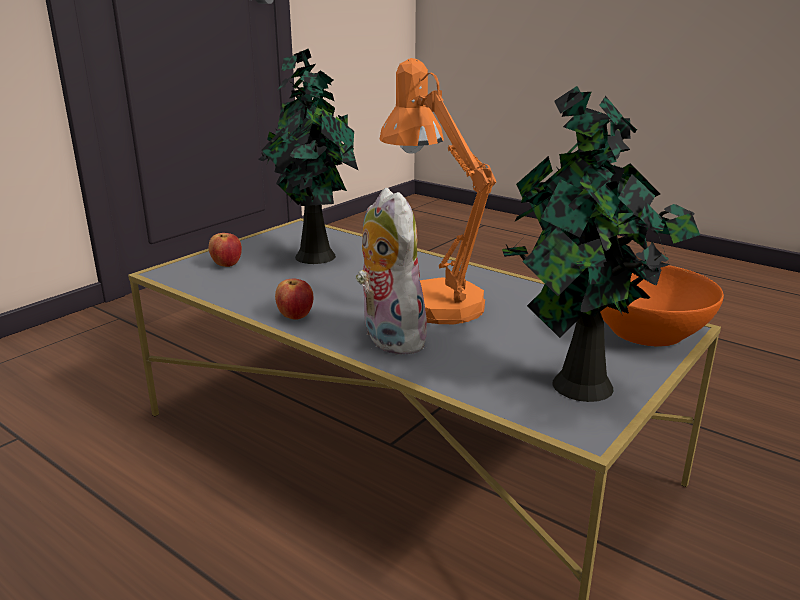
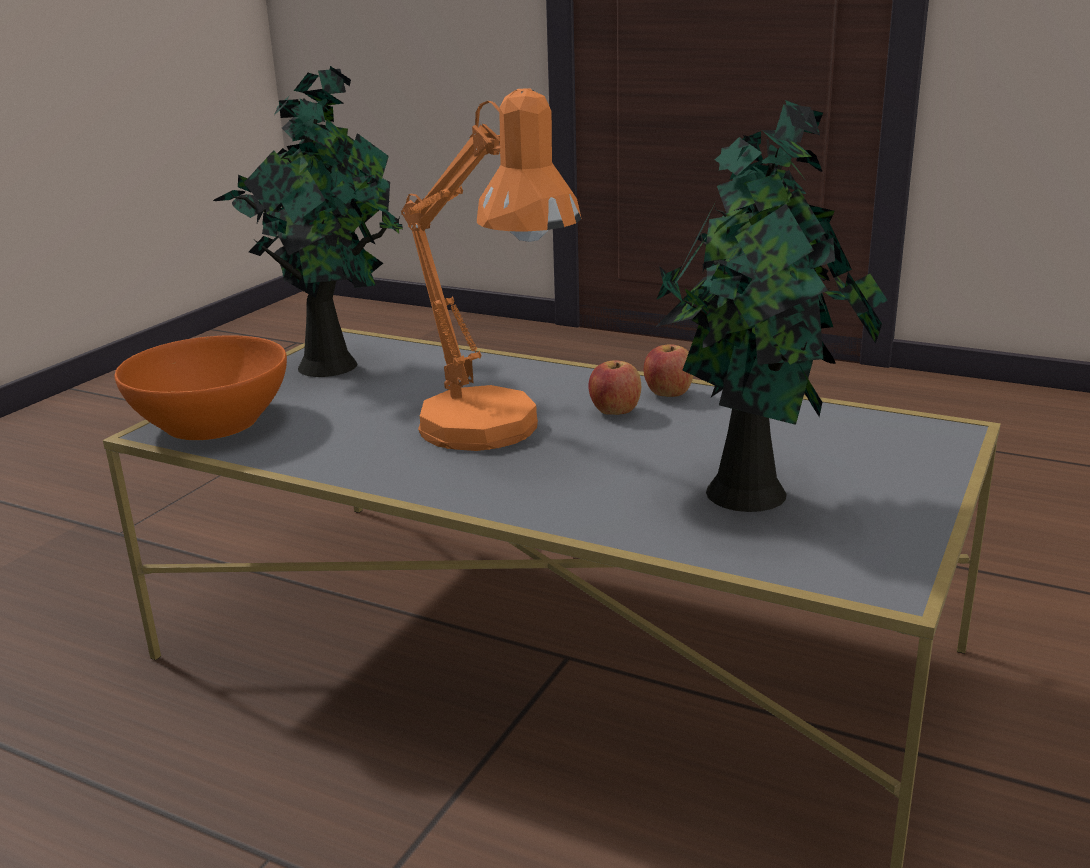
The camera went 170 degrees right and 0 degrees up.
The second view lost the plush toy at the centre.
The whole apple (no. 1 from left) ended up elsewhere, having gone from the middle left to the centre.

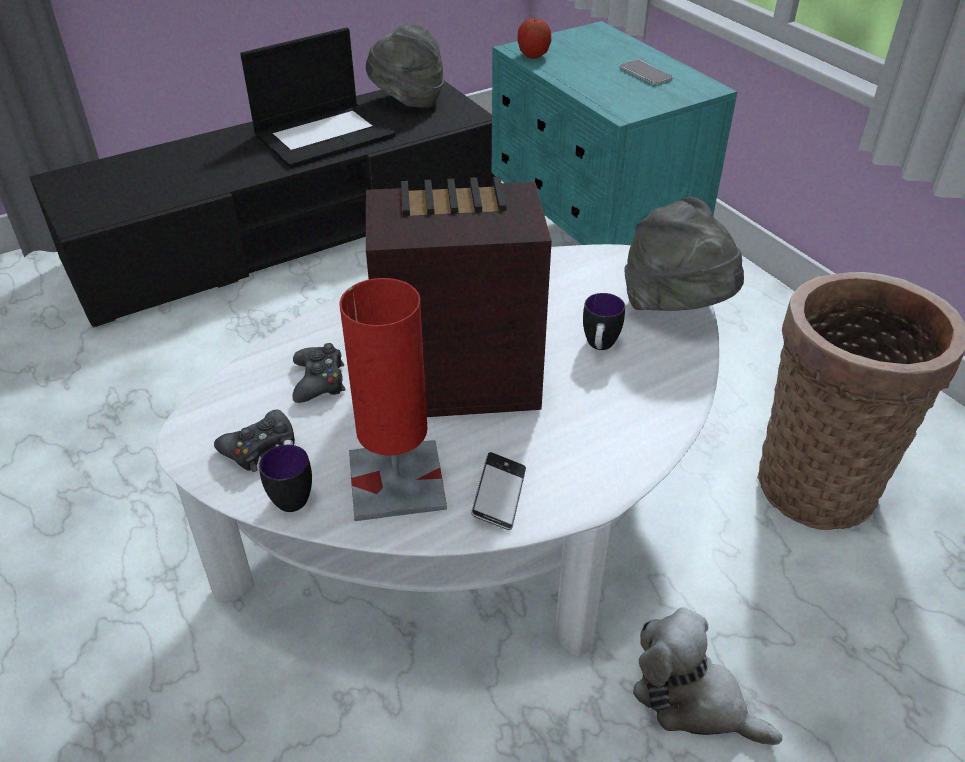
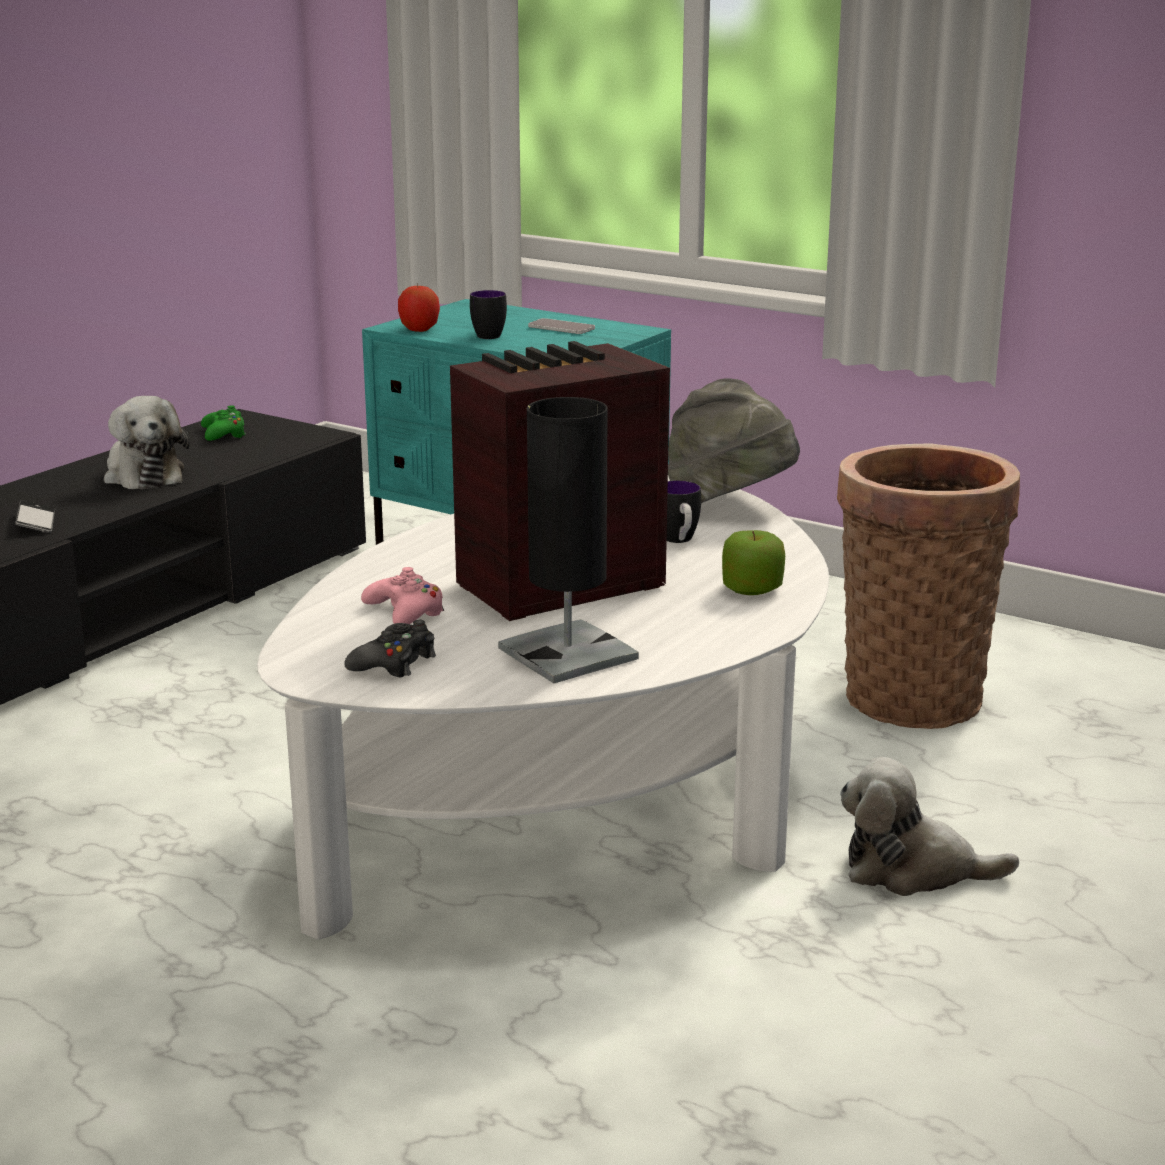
The camera went 25 degrees left and 20 degrees down.
The second view gained the whole apple (no. 2 from left) at the centre.
The mug (no. 1 from left) ended up elsewhere, having gone from the middle left to the top centre.
The phone (no. 1 from left) ended up elsewhere, having gone from the centre to the middle left.
Where the notebook computer stood at the top left, the plush toy (no. 1 from left) came to stand at the middle left.
Where the greyish hat (no. 1 from left) stood at the top centre, the green-coloured game controller came to stand at the middle left.
What was the black-coloured game controller (no. 2 from left) at the middle left turned into the pink-coloured game controller at the centre.
What was the red-coloured tabletop lamp at the centre turned into the black-coloured tabletop lamp at the centre.

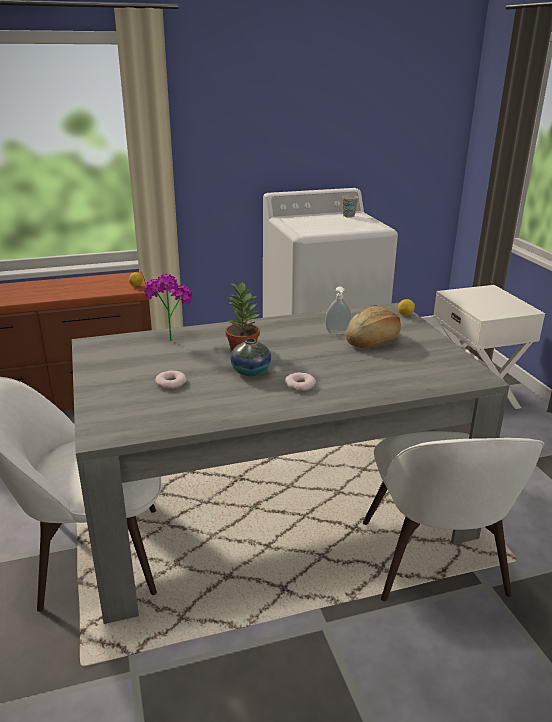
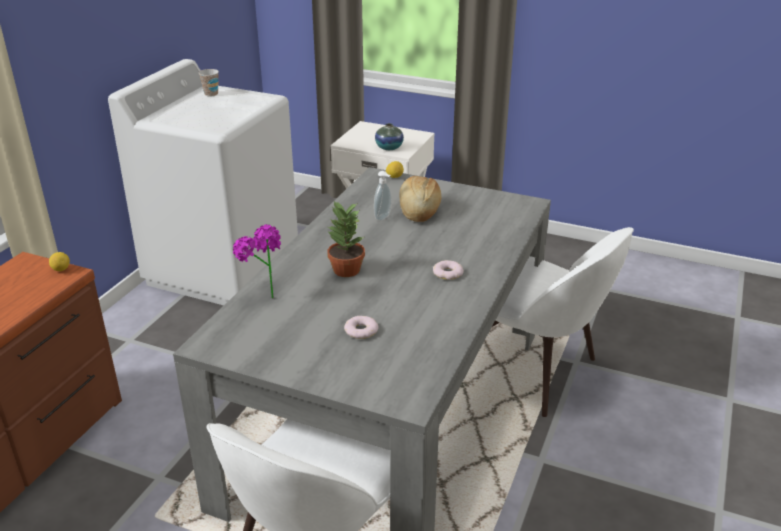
The camera went 50 degrees left and 5 degrees up.
The flower vase ended up elsewhere, having gone from the centre to the top centre.

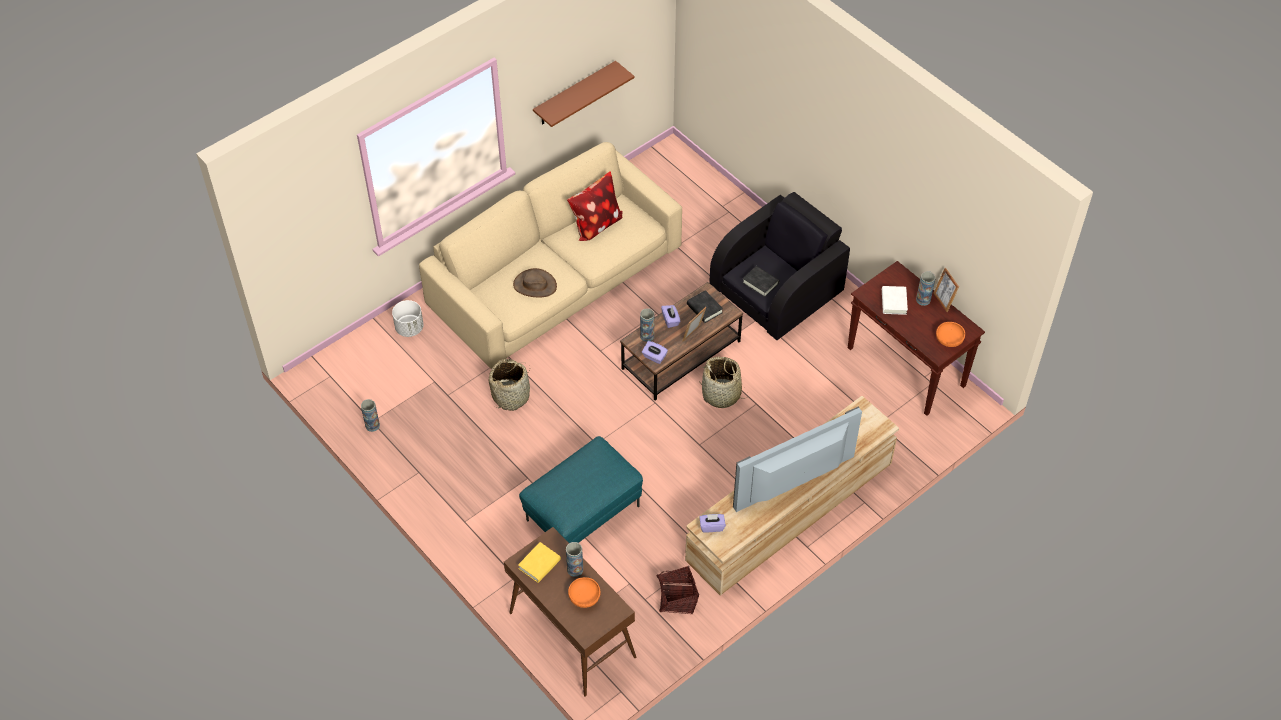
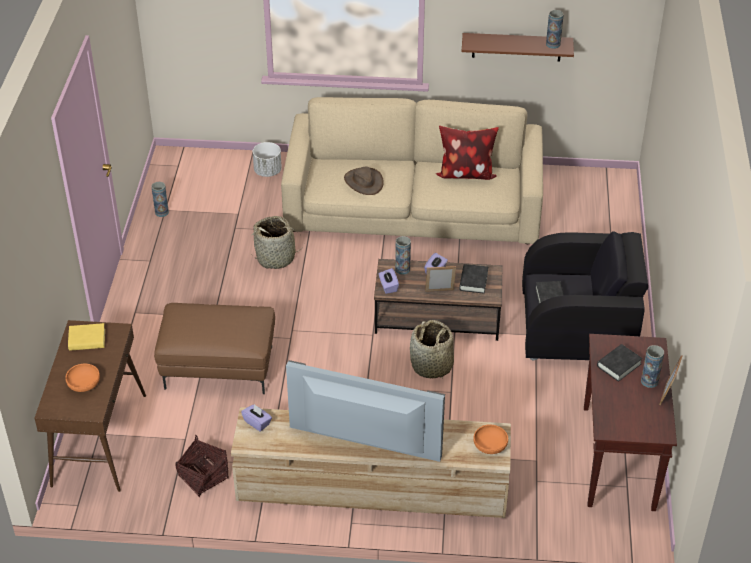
The camera went 45 degrees right and 10 degrees down.
The flower vase (no. 2 from left in the first image) ended up elsewhere, having gone from the bottom centre to the top right.
The orange bowl (no. 2 from left) ended up elsewhere, having gone from the middle right to the bottom centre.
What was the blue-green pouffe at the bottom centre turned into the brownish pouffe at the middle left.
What was the white bound book at the middle right turned into the black-coloured bound book (no. 3 from left) at the middle right.

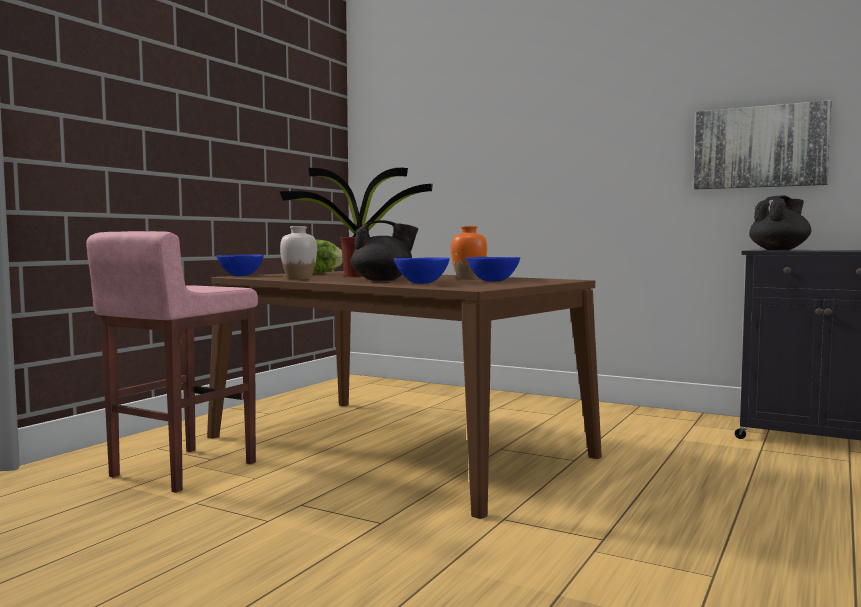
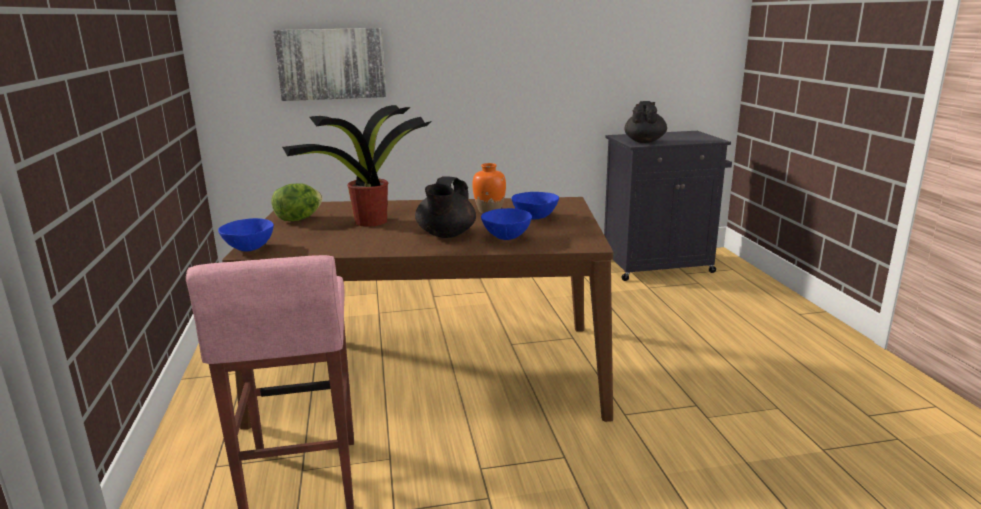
The camera went 40 degrees left and 15 degrees up.
The second view lost the white flower vase at the centre.
The wall art ended up elsewhere, having gone from the top right to the top centre.
The black-coloured teapot (no. 1 from left) at the centre ended up facing another way, 150 degrees clockwise from before.

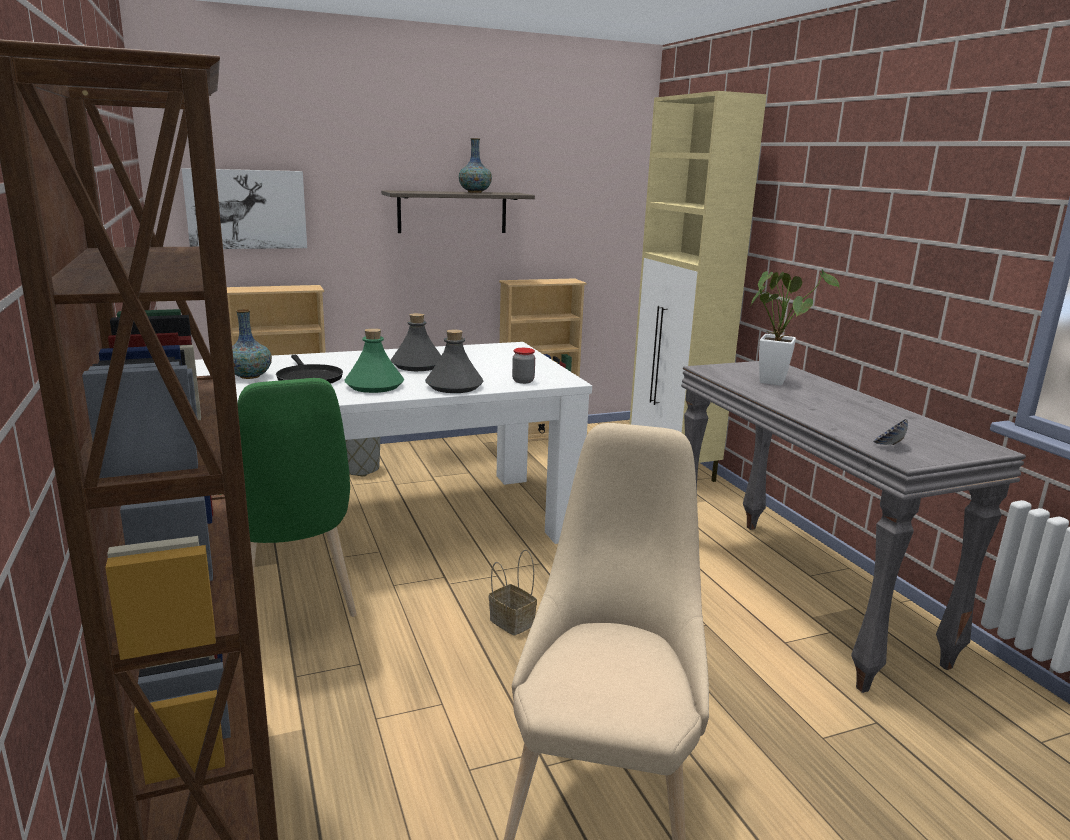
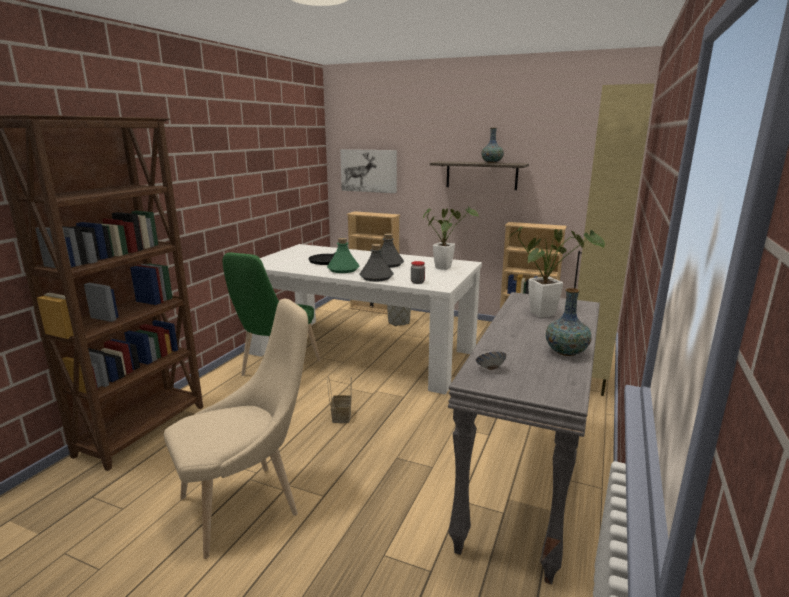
The camera went 45 degrees right and 0 degrees up.
The second view gained the plant in a pot (no. 1 from left) at the centre.
The flower vase (no. 1 from left in the first image) ended up elsewhere, having gone from the middle left to the middle right.

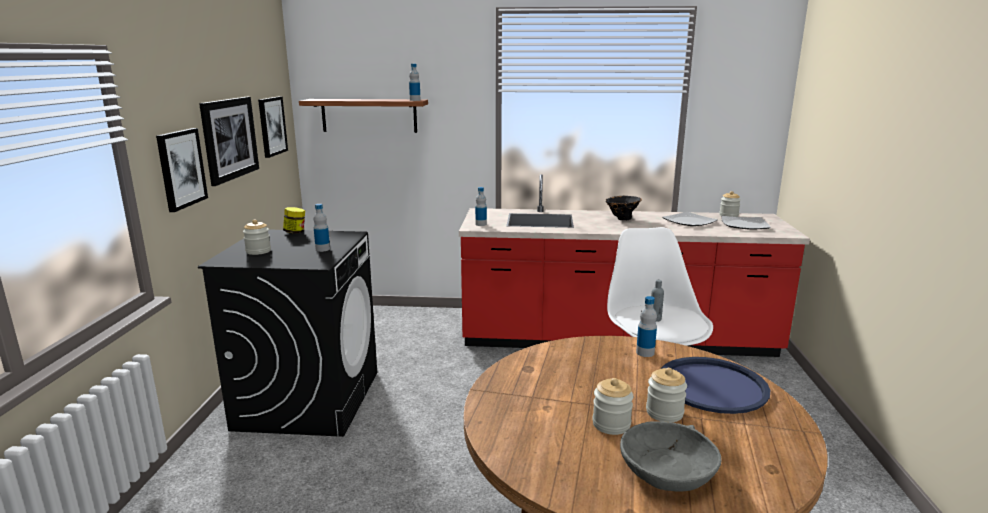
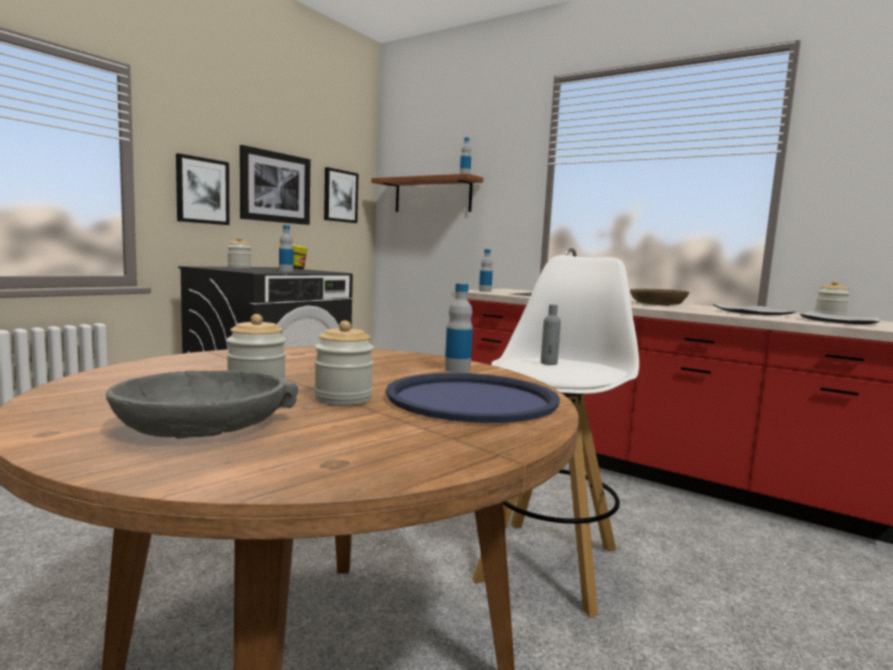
The camera went 30 degrees right and 10 degrees down.
Where the black-coloured flower vase stood at the centre, the brownish bowl came to stand at the middle right.

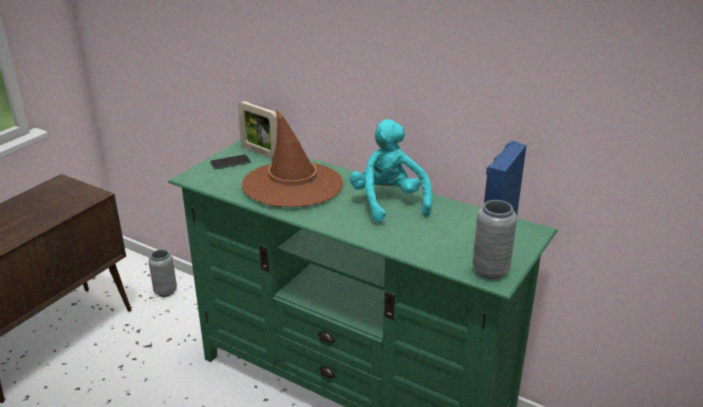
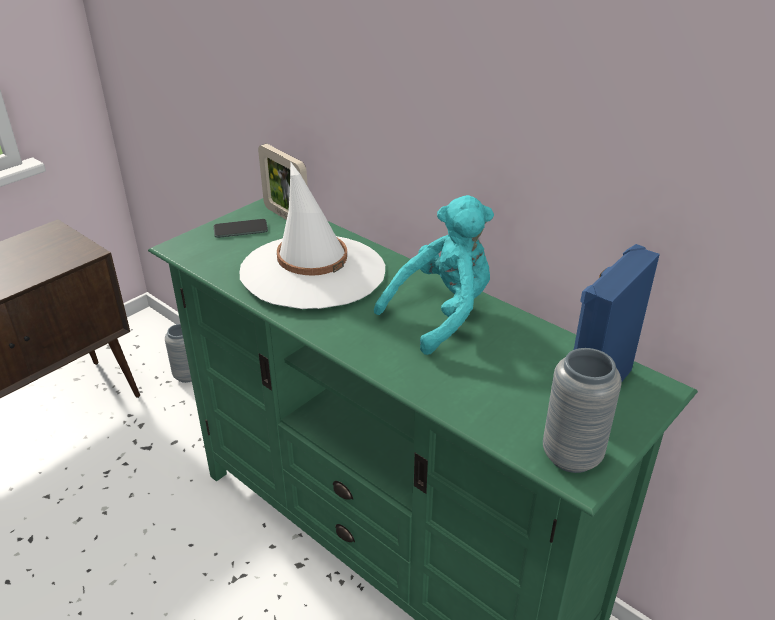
The camera went 10 degrees right and 5 degrees up.
What was the brownish hat at the centre turned into the white hat at the centre.
The blue-green plush toy at the centre ended up facing another way, 60 degrees clockwise from before.

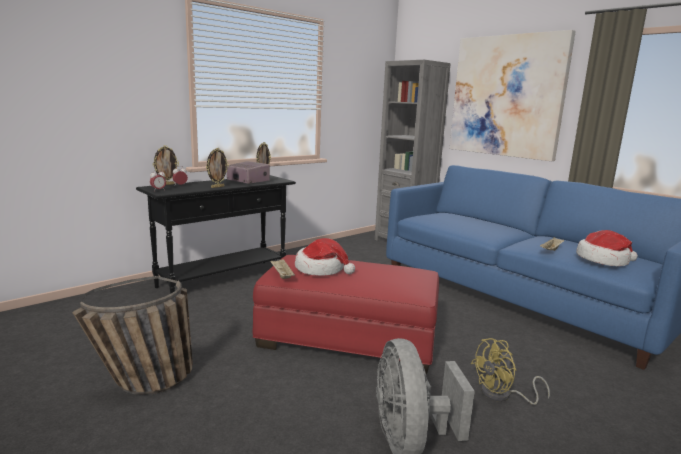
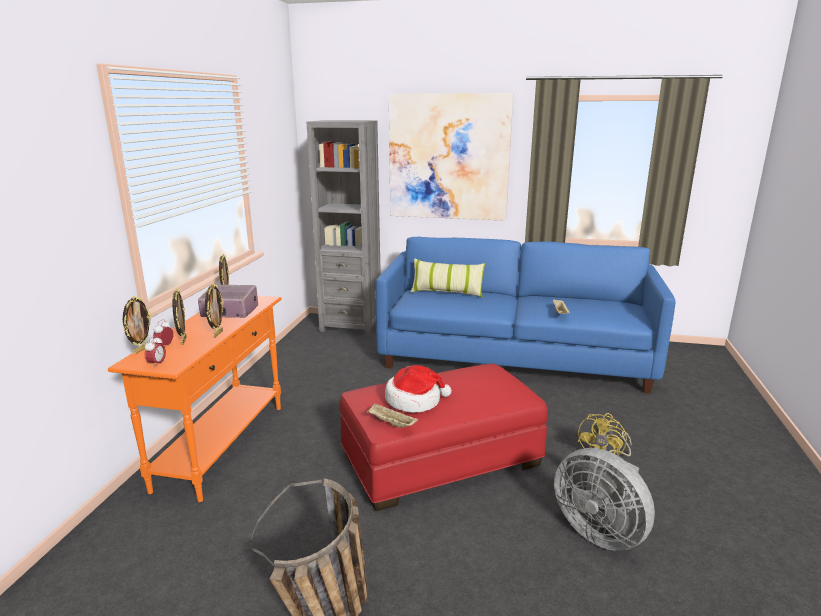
The camera went 35 degrees left and 5 degrees up.
The second view lost the hat (no. 2 from left) at the middle right.
The second view gained the picture frame (no. 2 from left) at the middle left.
The second view gained the throw pillow at the centre.
What was the black-coloured narrow table at the middle left turned into the orange narrow table at the middle left.

